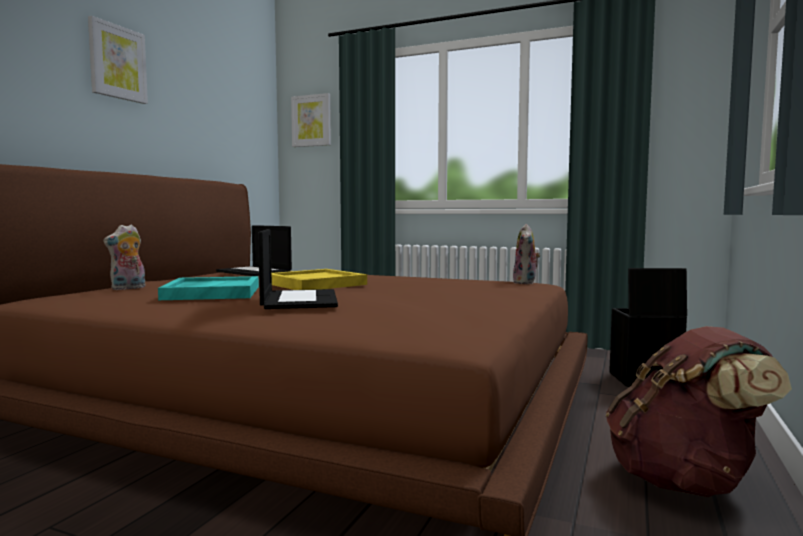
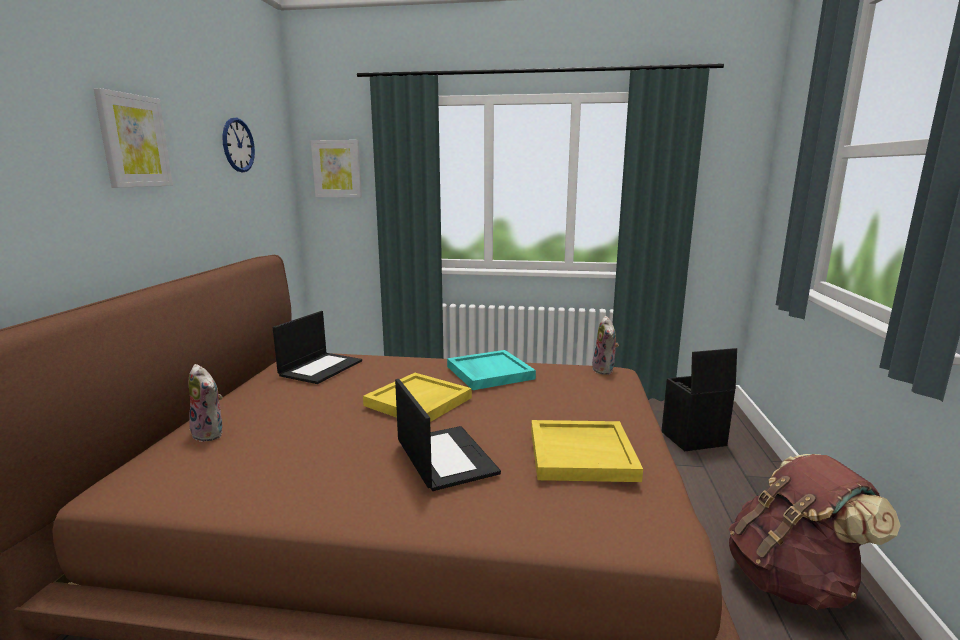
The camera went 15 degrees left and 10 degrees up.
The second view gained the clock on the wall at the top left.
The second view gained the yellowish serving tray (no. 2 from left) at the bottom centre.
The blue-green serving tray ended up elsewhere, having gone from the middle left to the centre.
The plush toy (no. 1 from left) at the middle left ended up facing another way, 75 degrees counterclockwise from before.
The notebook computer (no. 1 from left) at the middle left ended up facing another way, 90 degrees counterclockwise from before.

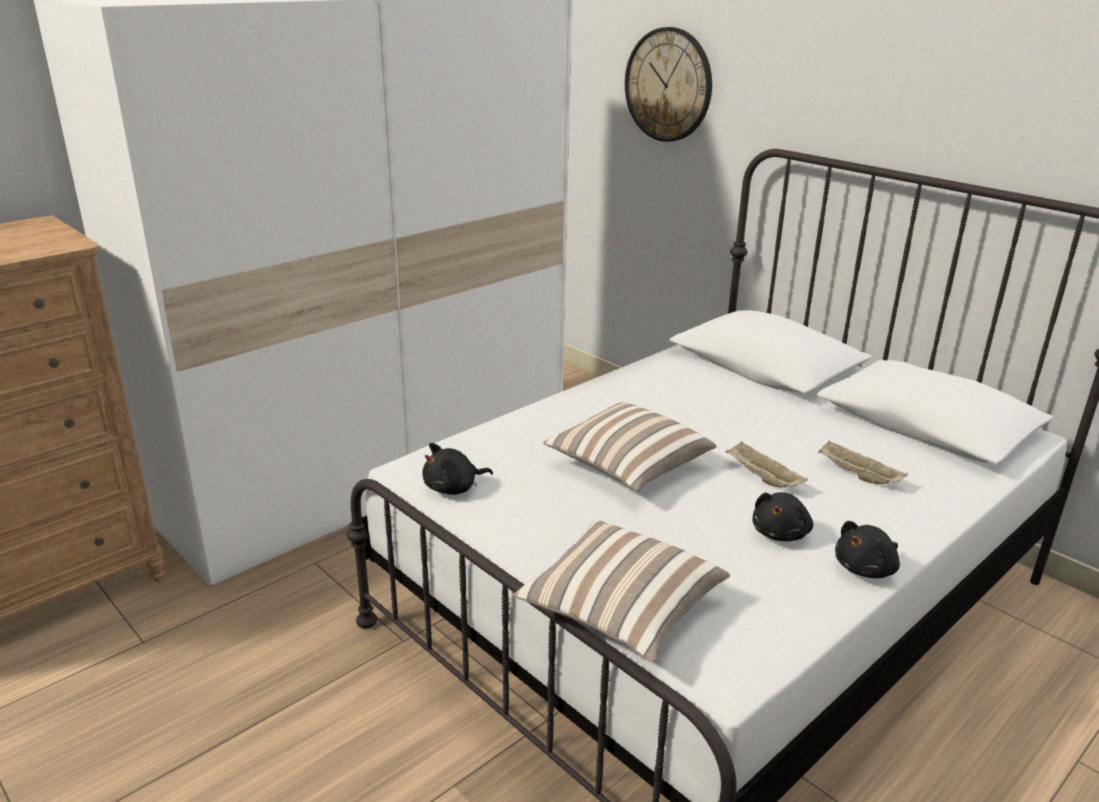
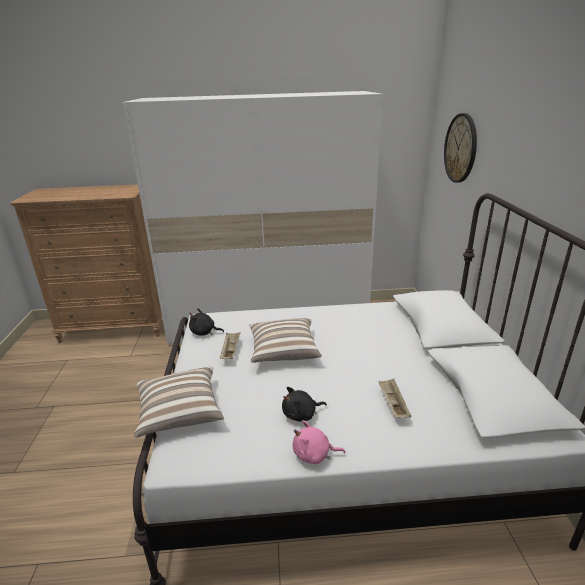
The camera went 40 degrees right and 0 degrees up.
The beige-coloured serving tray (no. 1 from left) ended up elsewhere, having gone from the middle right to the centre.
What was the black-coloured plush toy (no. 3 from left) at the bottom right turned into the pink-coloured plush toy at the bottom centre.

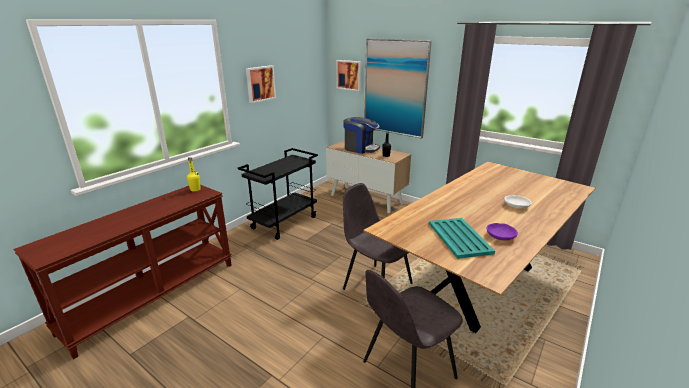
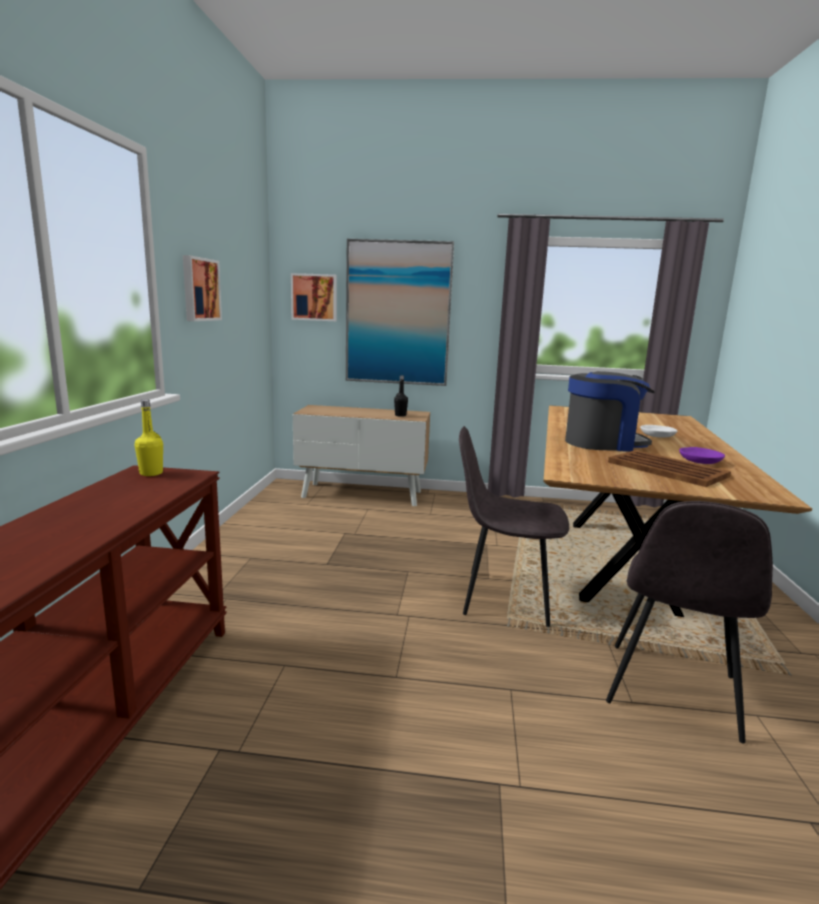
The camera went 30 degrees left and 10 degrees down.
The second view lost the black-coloured wheeled cart at the centre.
The coffee machine ended up elsewhere, having gone from the centre to the middle right.
What was the blue-green serving tray at the middle right turned into the brownish serving tray at the middle right.

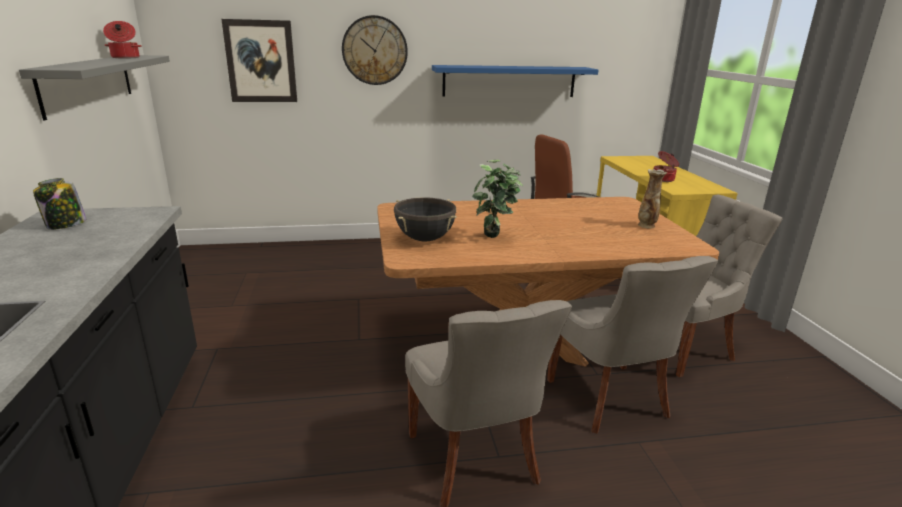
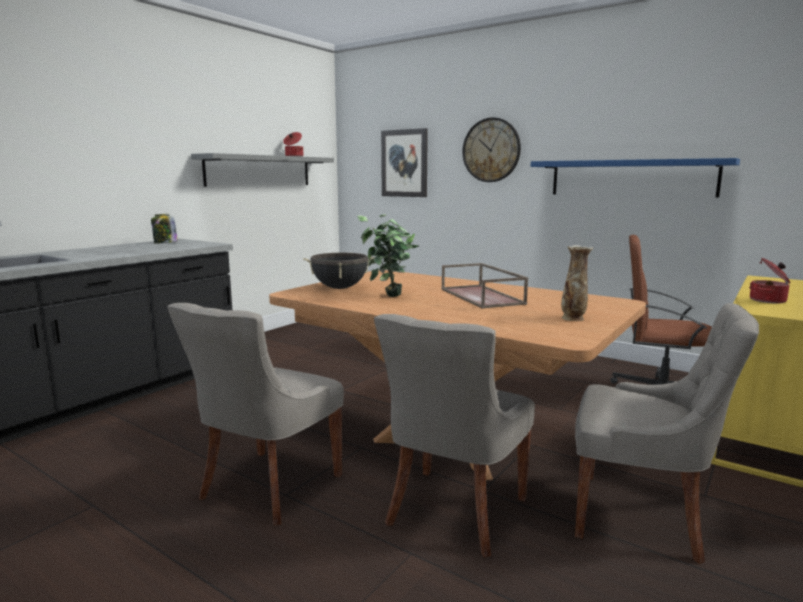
The camera went 45 degrees right and 10 degrees down.
The second view gained the brownish serving tray at the centre.

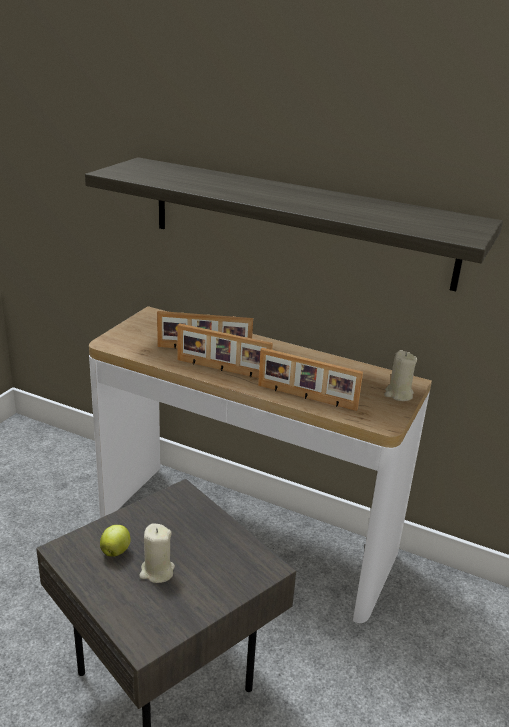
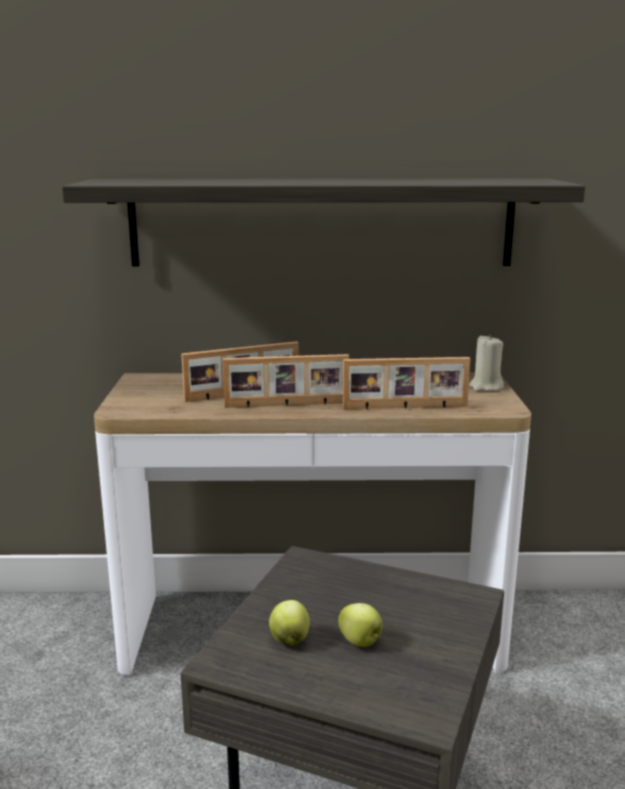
The camera went 25 degrees left and 10 degrees down.
Where the beige-coloured wax candle (no. 1 from left) stood at the bottom left, the whole apple (no. 2 from left) came to stand at the bottom centre.

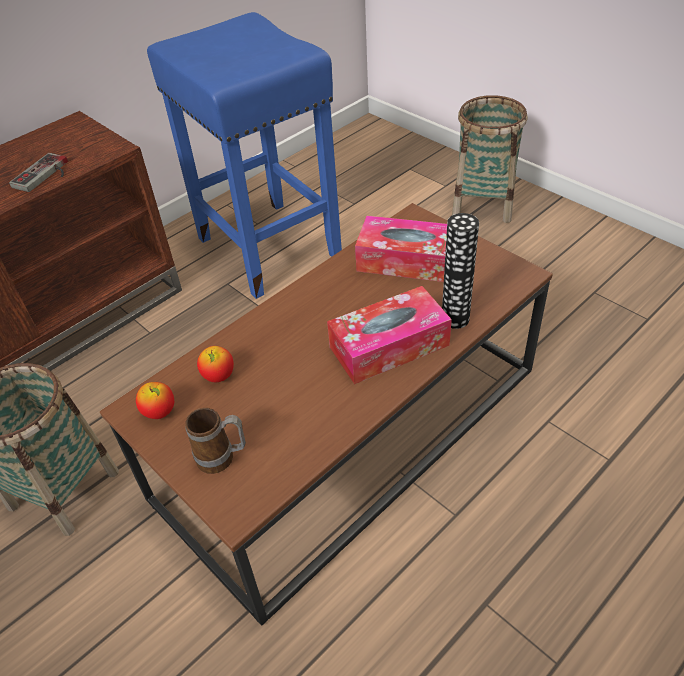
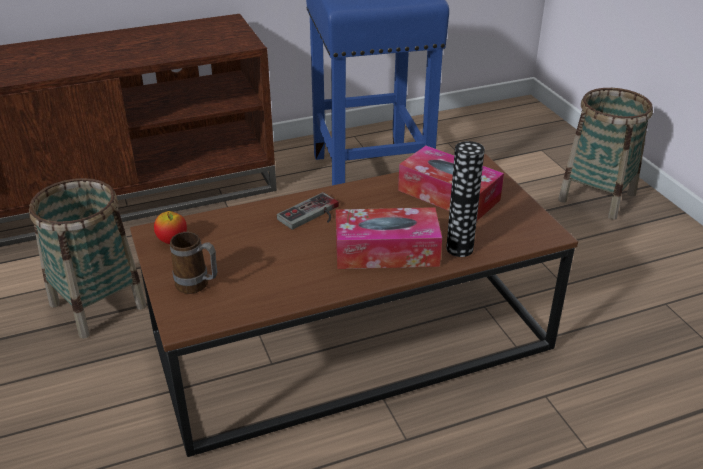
The camera went 20 degrees right and 10 degrees down.
The second view lost the whole apple (no. 2 from left) at the middle left.
The game controller ended up elsewhere, having gone from the top left to the centre.

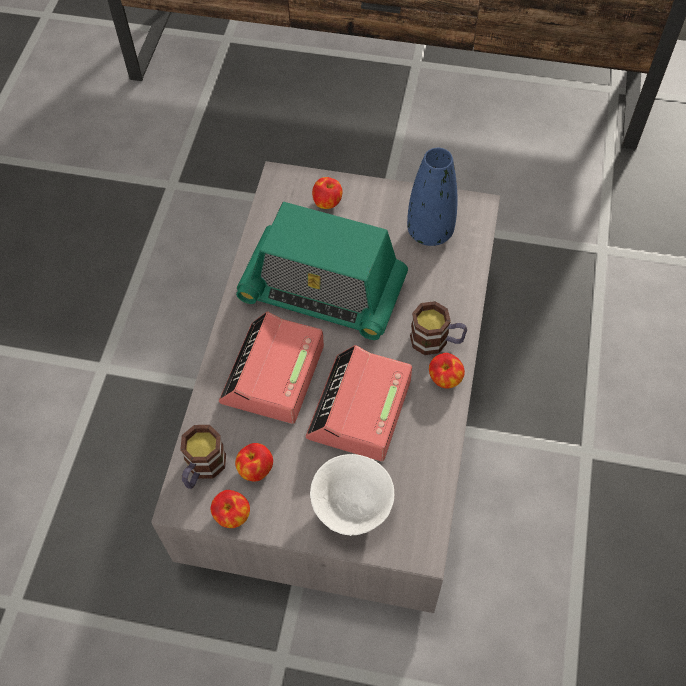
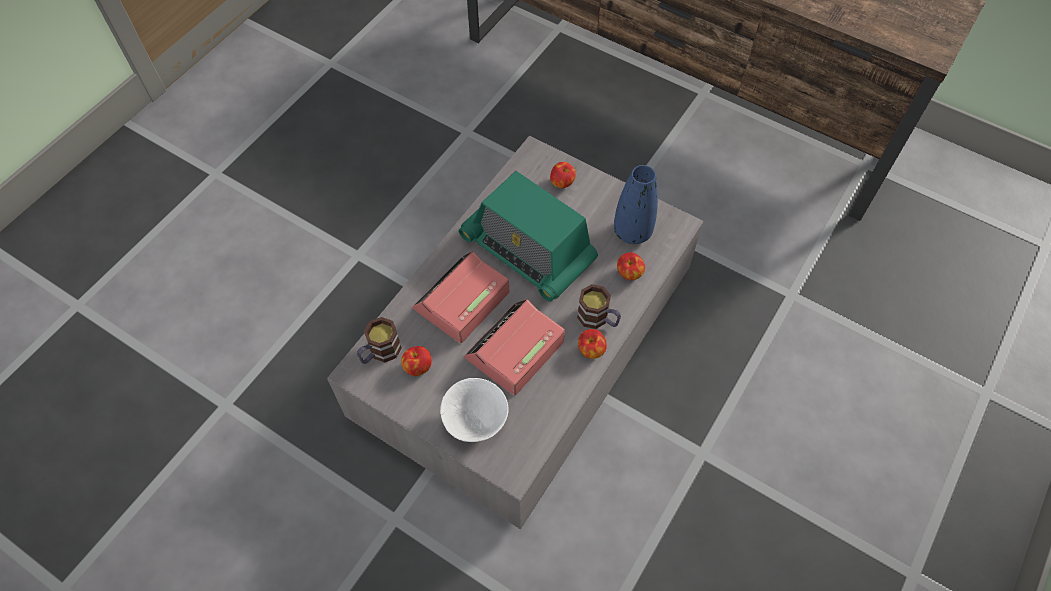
The camera went 20 degrees right and 0 degrees up.
The whole apple (no. 1 from left in the first image) ended up elsewhere, having gone from the bottom centre to the centre.

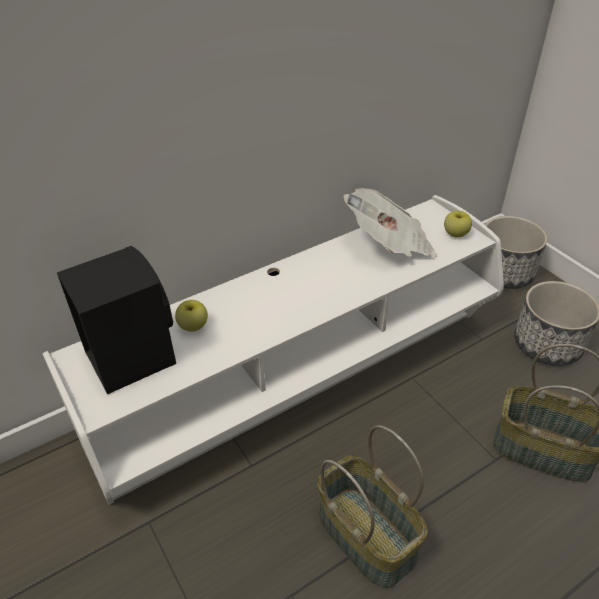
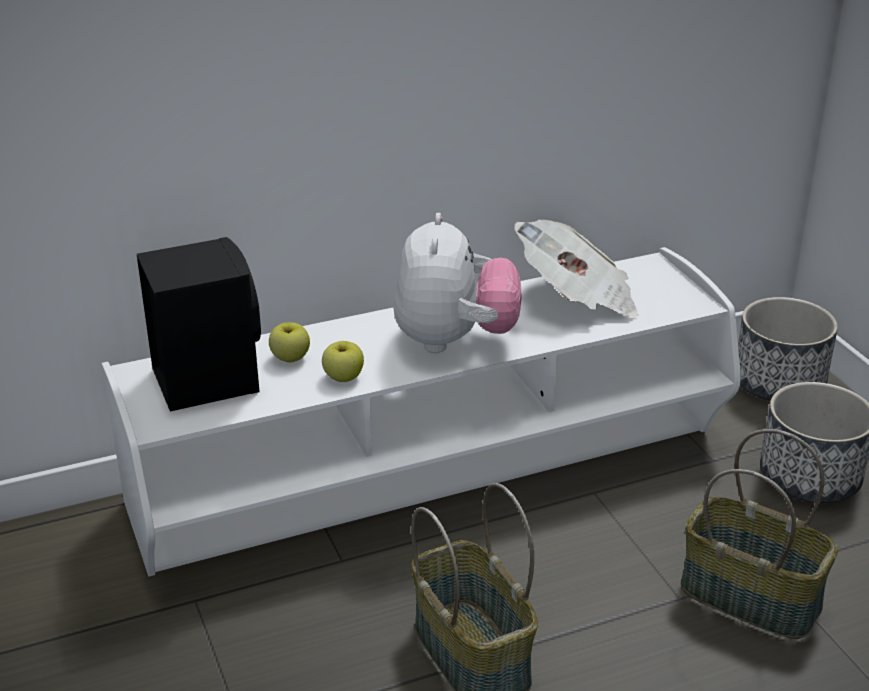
The camera went 10 degrees right and 10 degrees down.
The second view gained the plush toy at the centre.
The whole apple (no. 2 from left) ended up elsewhere, having gone from the middle right to the centre.

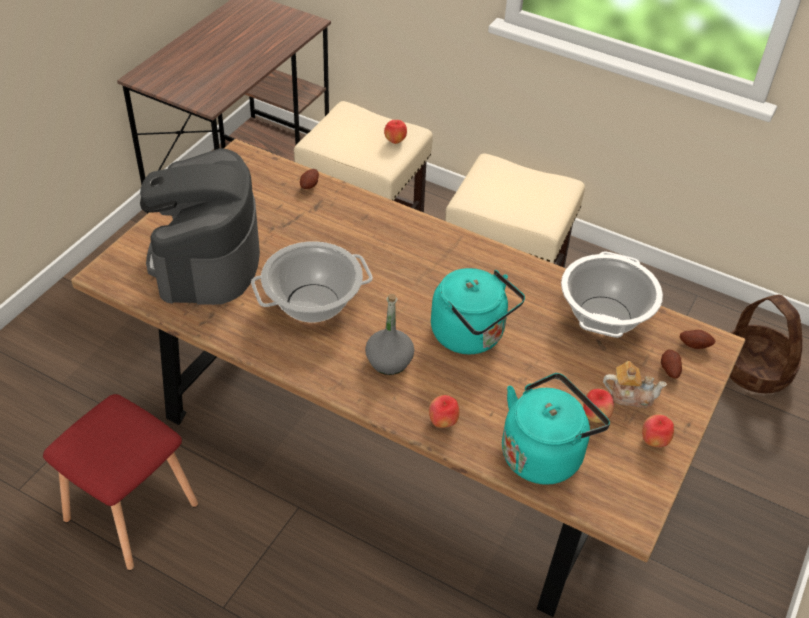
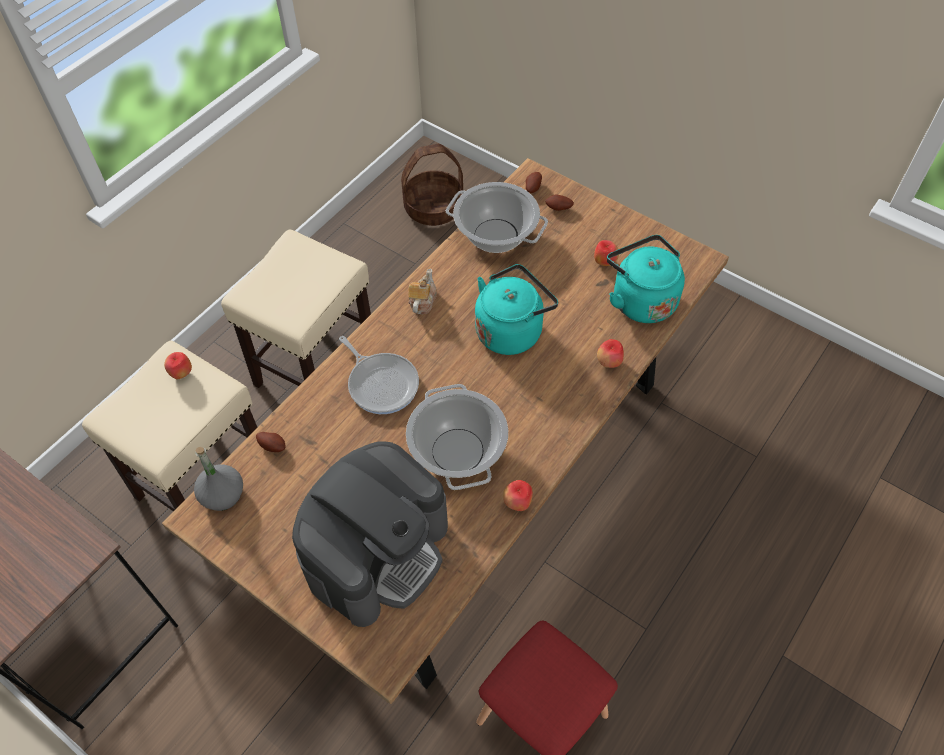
The camera went 80 degrees left and 10 degrees up.
The second view gained the skillet at the centre.
The greyish bottle ended up elsewhere, having gone from the centre to the middle left.
The teapot ended up elsewhere, having gone from the middle right to the centre.
The whole apple (no. 4 from left in the first image) ended up elsewhere, having gone from the bottom right to the centre.
The coffee machine at the middle left ended up facing another way, 60 degrees counterclockwise from before.

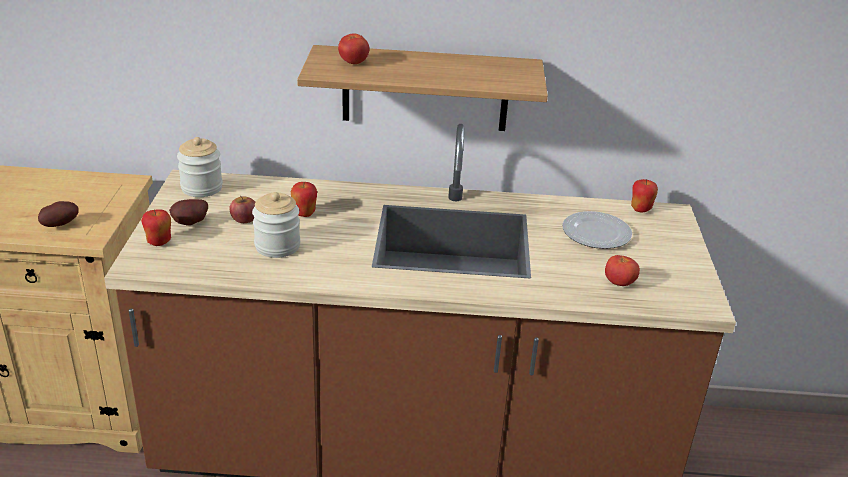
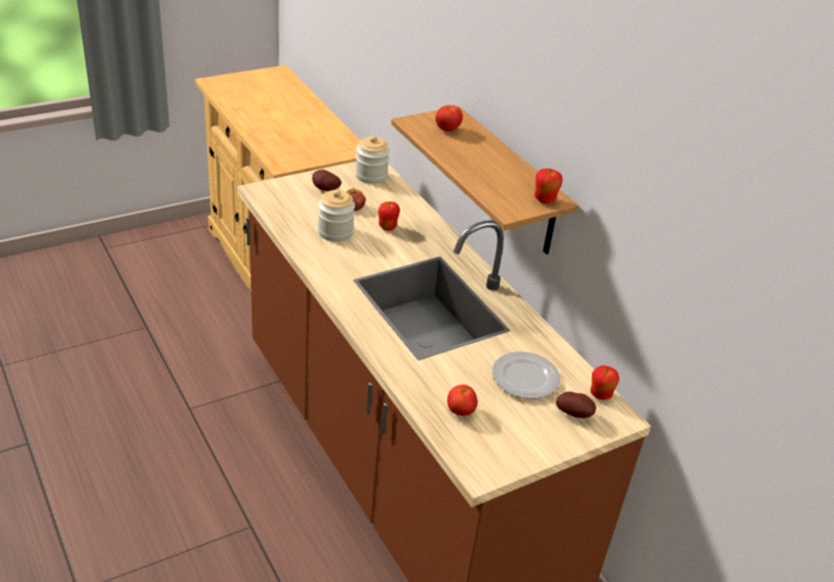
The camera went 55 degrees right and 5 degrees up.
The whole potato (no. 1 from left in the first image) ended up elsewhere, having gone from the middle left to the bottom right.
The whole apple (no. 1 from left in the first image) ended up elsewhere, having gone from the middle left to the top centre.

